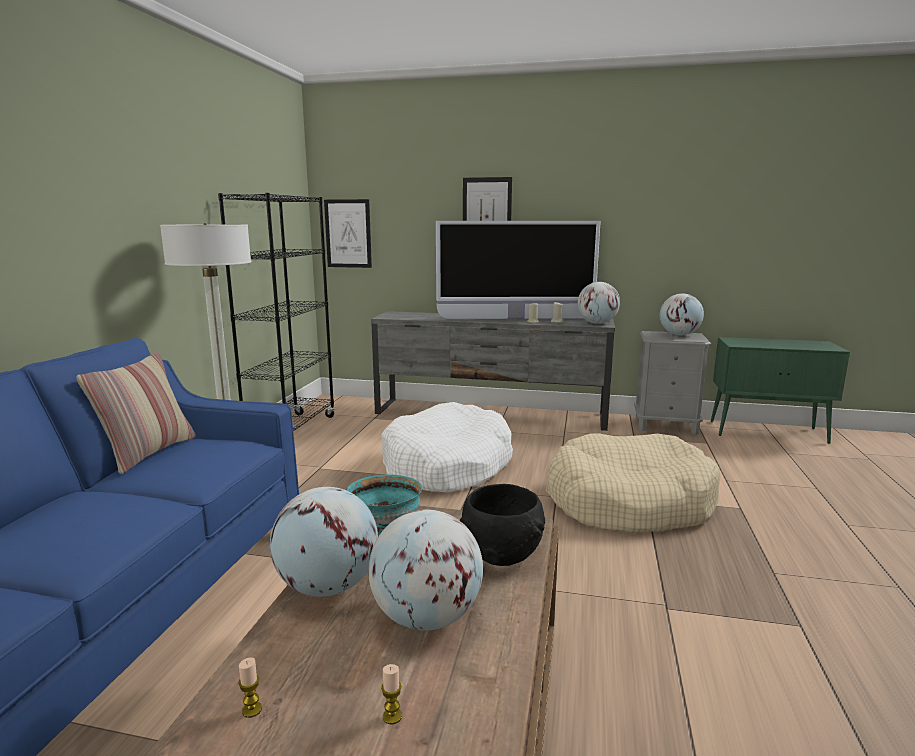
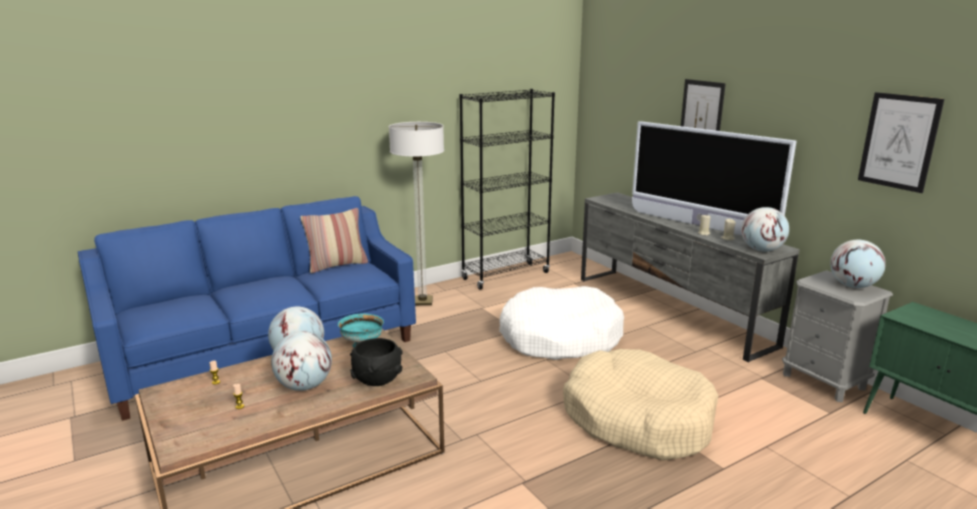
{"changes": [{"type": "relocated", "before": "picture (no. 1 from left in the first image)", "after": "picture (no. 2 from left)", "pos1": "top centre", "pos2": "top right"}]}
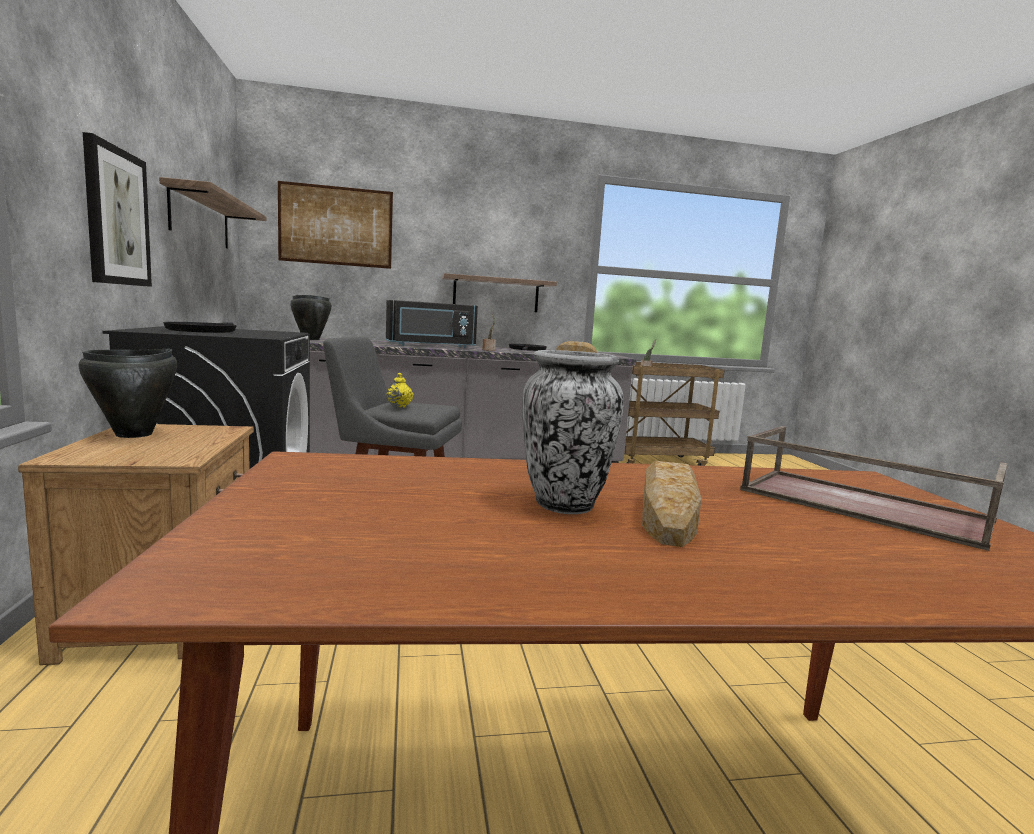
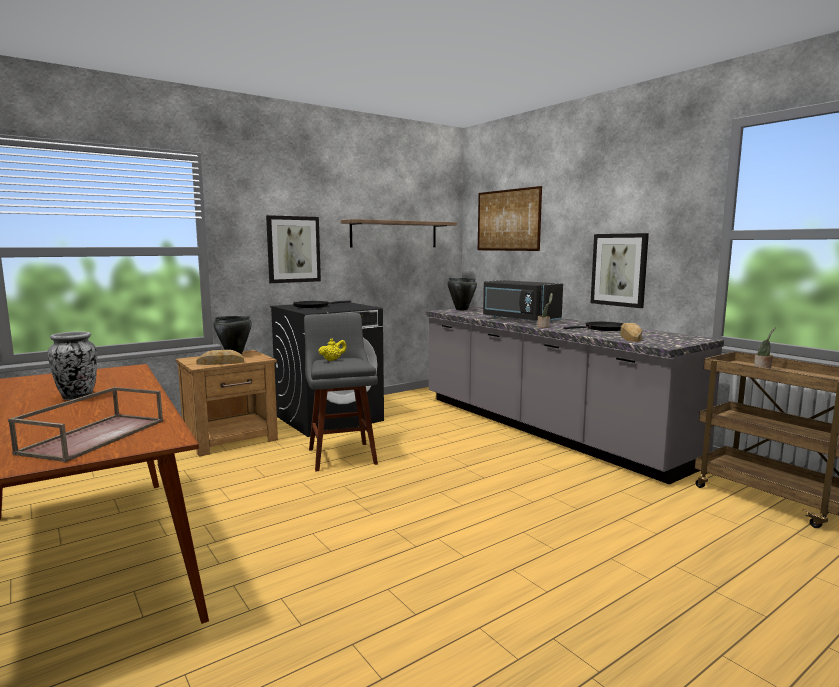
{"changes": [{"type": "exchanged", "before": "wall shelf (no. 2 from left)", "after": "picture (no. 3 from left)", "pos1": "centre", "pos2": "middle right"}, {"type": "relocated", "before": "baked bread (no. 2 from left in the first image)", "after": "baked bread (no. 1 from left)", "pos1": "centre", "pos2": "middle left"}]}
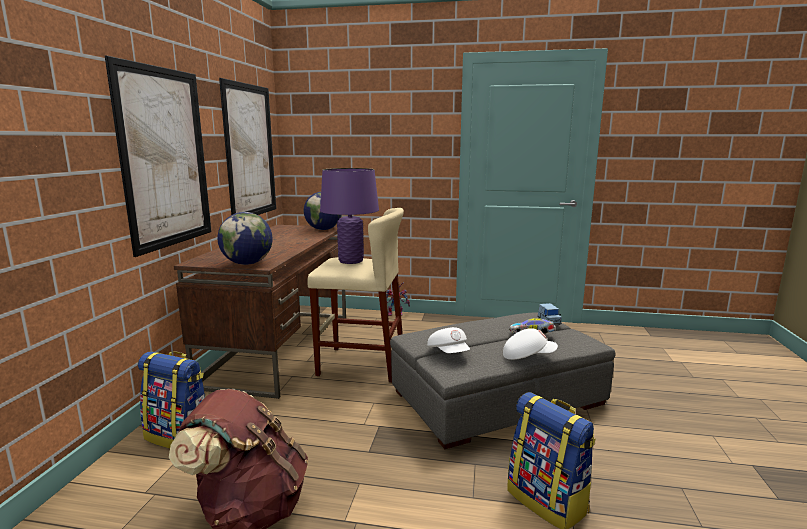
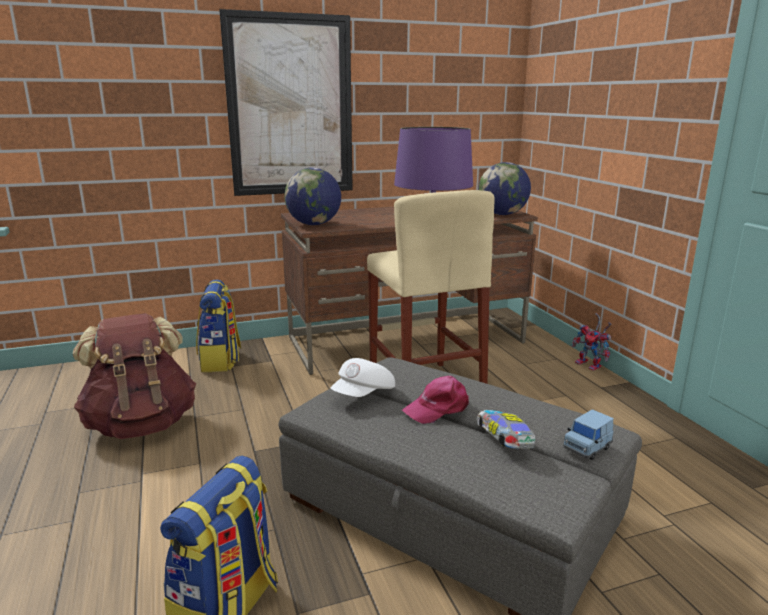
{"changes": [{"type": "missing", "before": "picture (no. 2 from left)", "pos1": "top left"}, {"type": "missing", "before": "peaked cap (white) (no. 2 from left)", "pos1": "centre"}, {"type": "appeared", "after": "peaked cap (pink)", "pos2": "centre"}]}
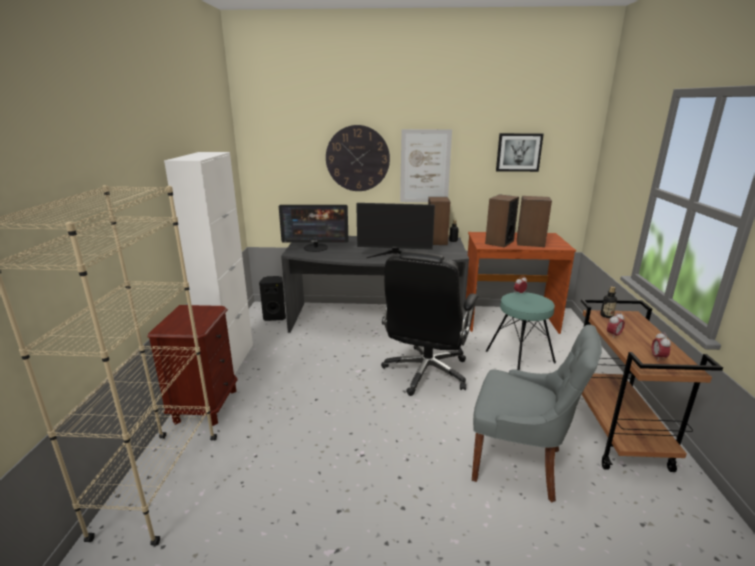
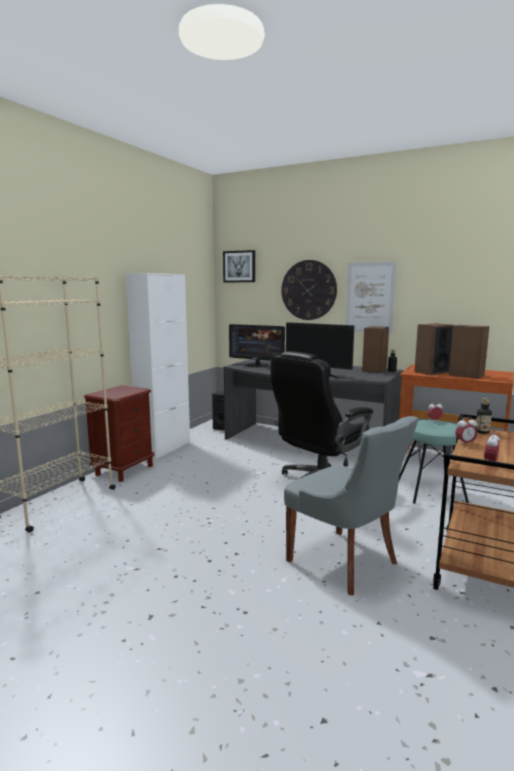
{"changes": [{"type": "relocated", "before": "picture (no. 2 from left in the first image)", "after": "picture (no. 1 from left)", "pos1": "top right", "pos2": "centre"}]}
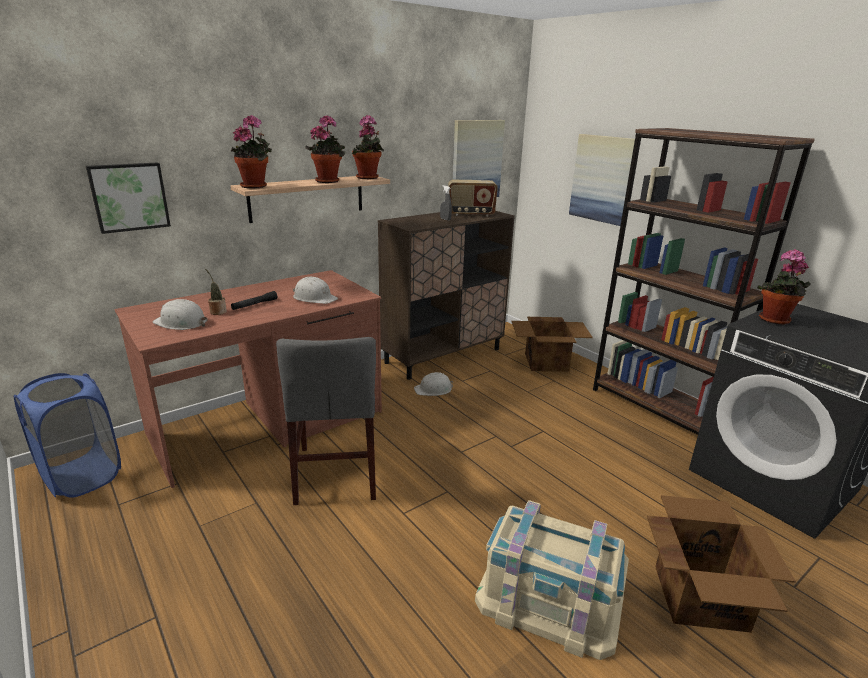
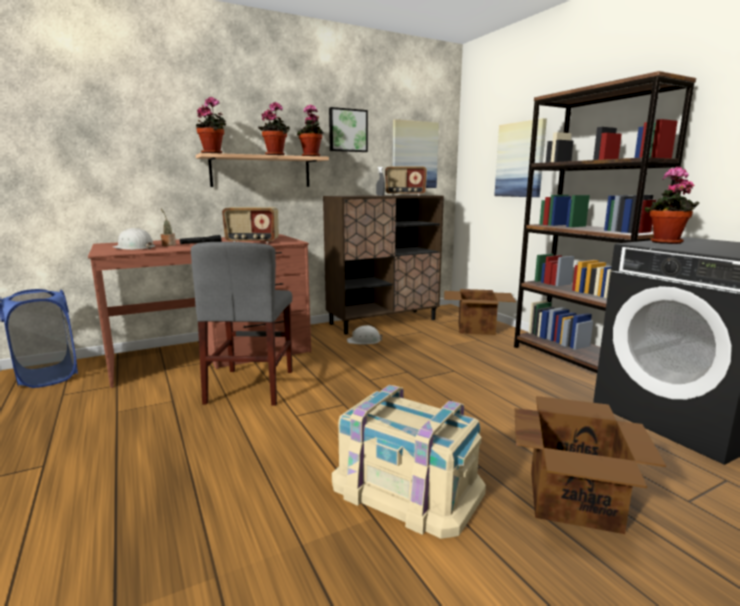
{"changes": [{"type": "relocated", "before": "picture (no. 1 from left)", "pos1": "top left", "pos2": "top centre"}, {"type": "exchanged", "before": "work helmet (white) (no. 2 from left)", "after": "radio receiver (no. 1 from left)", "pos1": "centre", "pos2": "centre"}]}
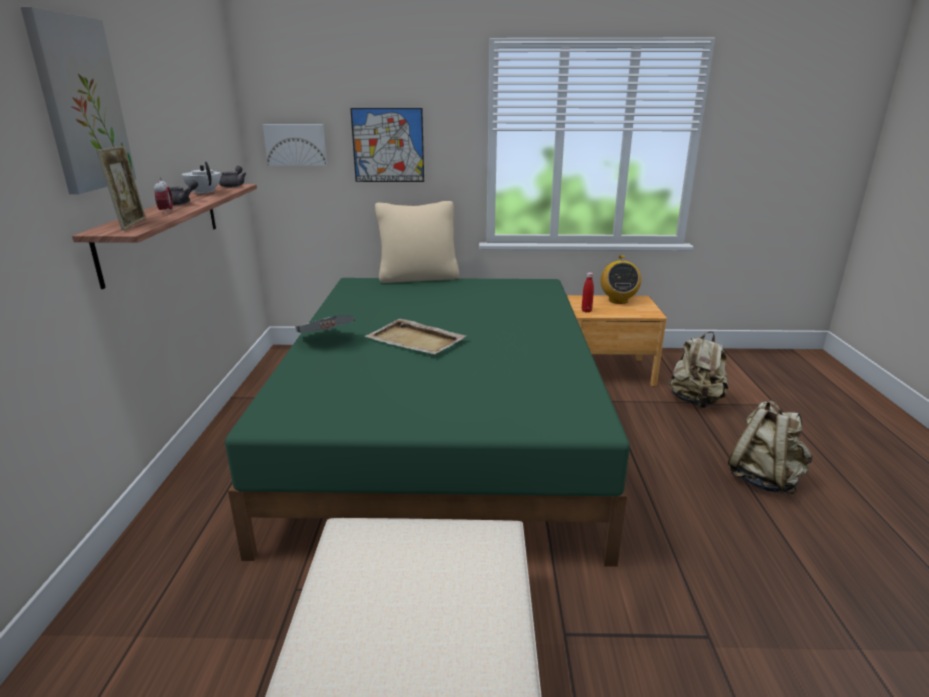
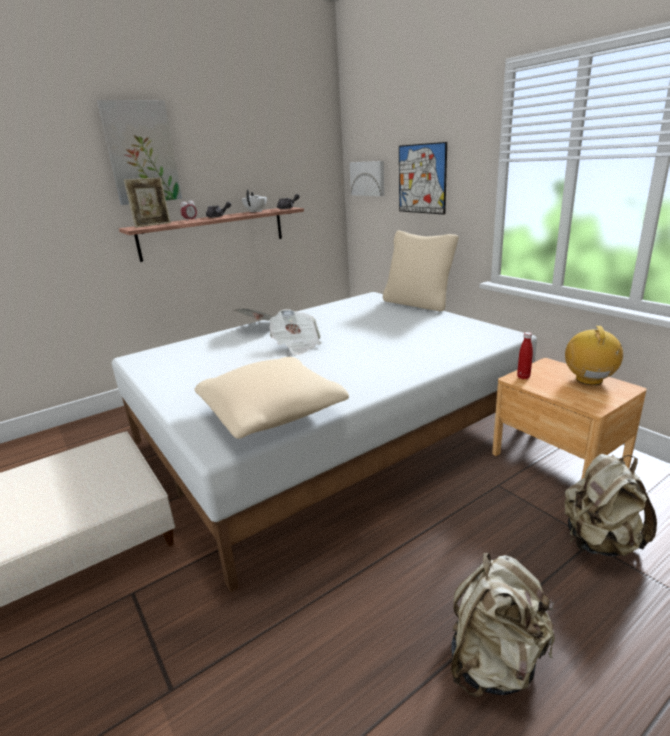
{"changes": [{"type": "colour", "before": "sleeping bed (green)", "after": "sleeping bed (white)", "pos1": "centre", "pos2": "centre"}, {"type": "exchanged", "before": "tray (beige-coloured)", "after": "printed paper (no. 2 from left)", "pos1": "centre", "pos2": "centre"}, {"type": "spun", "before": "radio receiver", "pos1": "middle right", "pos2": "middle right", "turn": 135}, {"type": "appeared", "after": "pillow (beige-coloured) (no. 1 from left)", "pos2": "centre"}]}
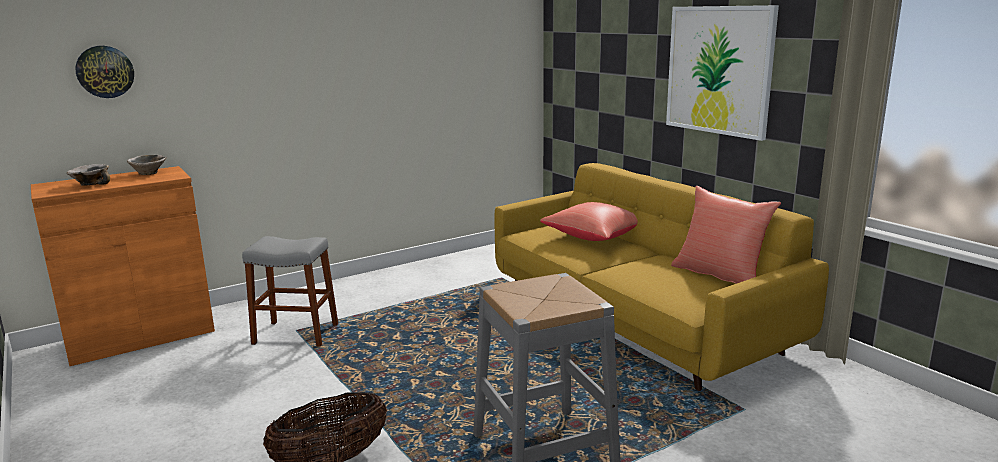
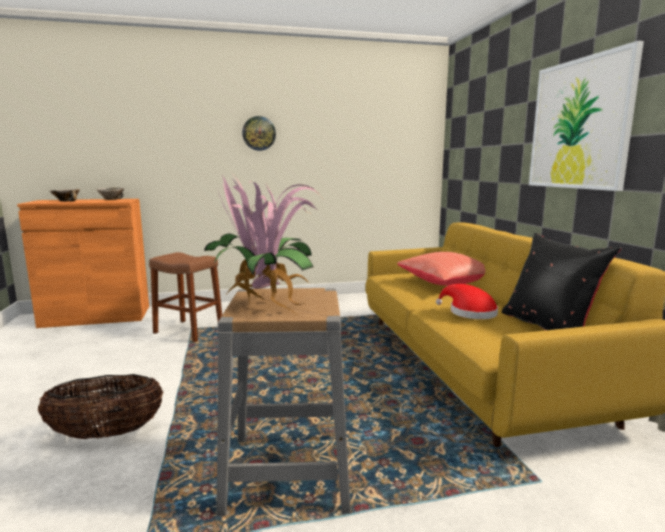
{"changes": [{"type": "relocated", "before": "wall clock", "pos1": "top left", "pos2": "top centre"}, {"type": "colour", "before": "stool seat (greyish) (no. 1 from left)", "after": "stool seat (brown-coloured)", "pos1": "middle left", "pos2": "middle left"}, {"type": "colour", "before": "pillow (reddish) (no. 2 from left)", "after": "pillow (blackish)", "pos1": "middle right", "pos2": "middle right"}, {"type": "appeared", "after": "houseplant", "pos2": "centre"}, {"type": "appeared", "after": "wearable hat (reddish)", "pos2": "middle right"}]}
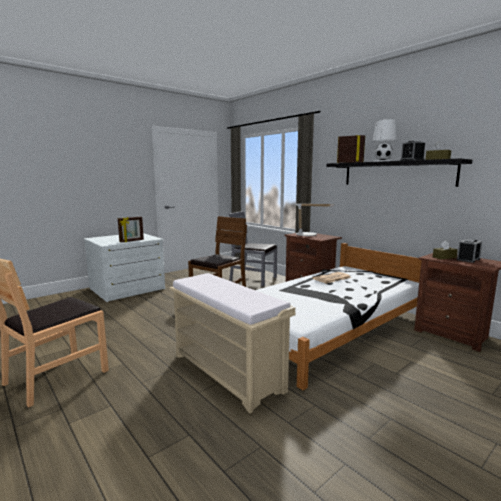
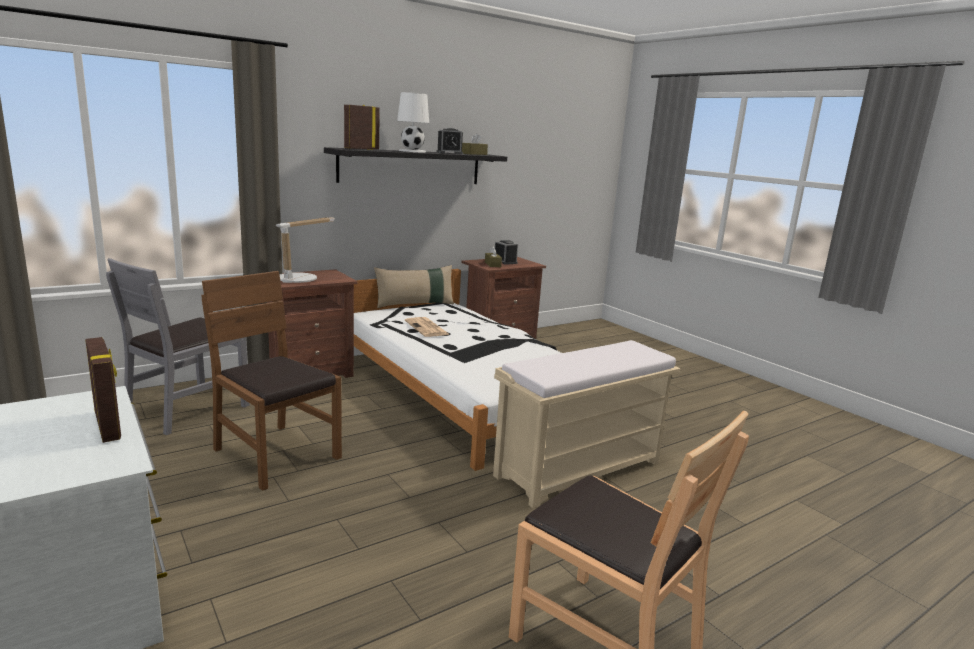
{"changes": [{"type": "appeared", "after": "pillow (beige-coloured)", "pos2": "centre"}]}
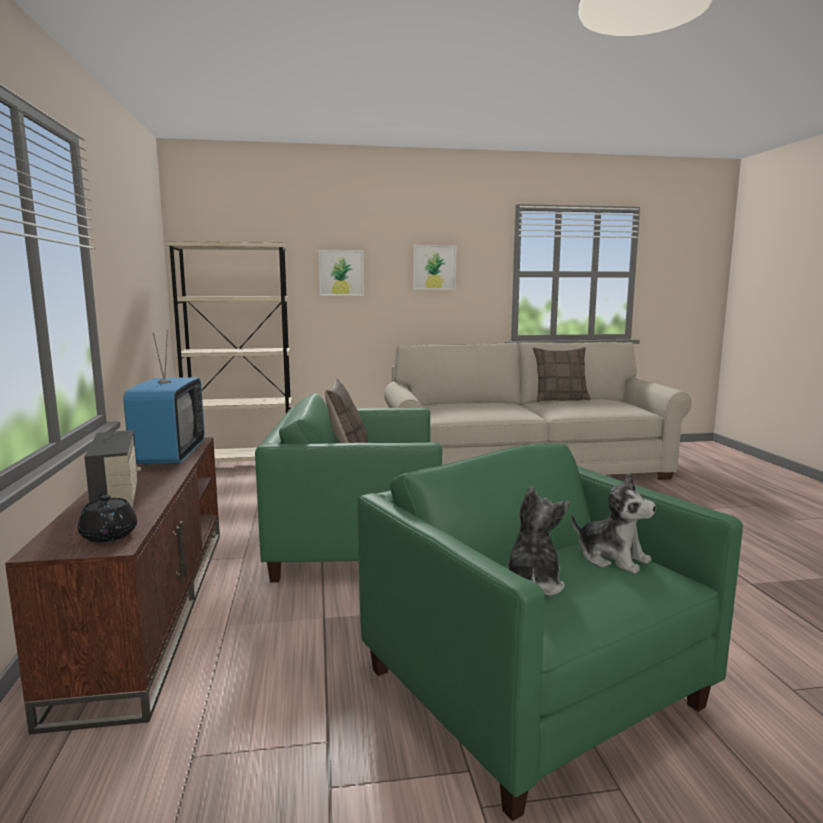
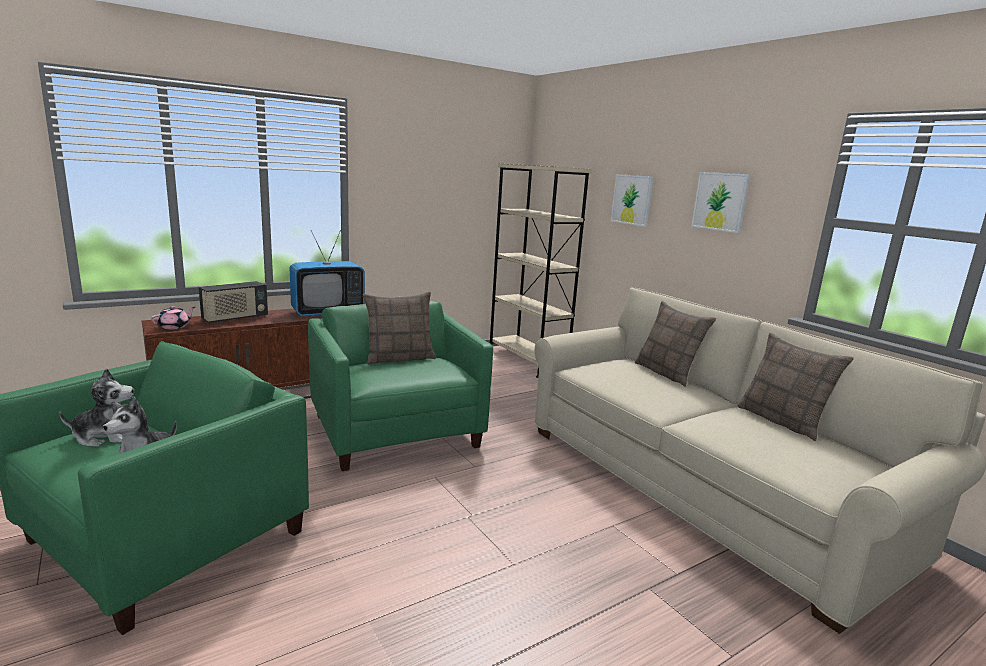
{"changes": [{"type": "colour", "before": "pot for tea (blackish)", "after": "pot for tea (pink)", "pos1": "middle left", "pos2": "middle left"}, {"type": "appeared", "after": "pillow (no. 2 from left)", "pos2": "middle right"}]}
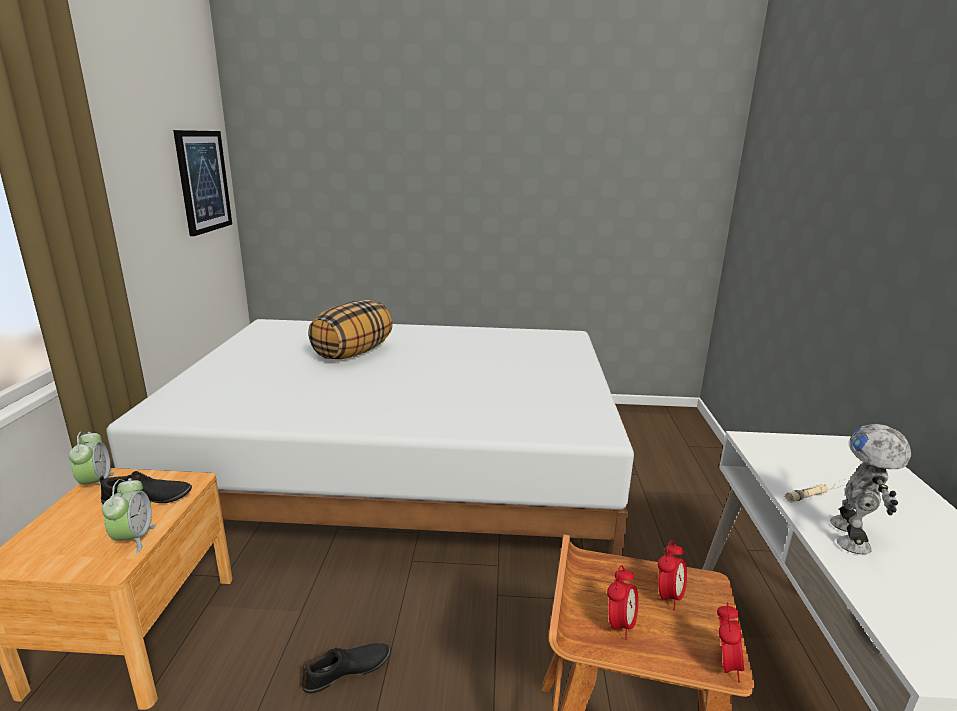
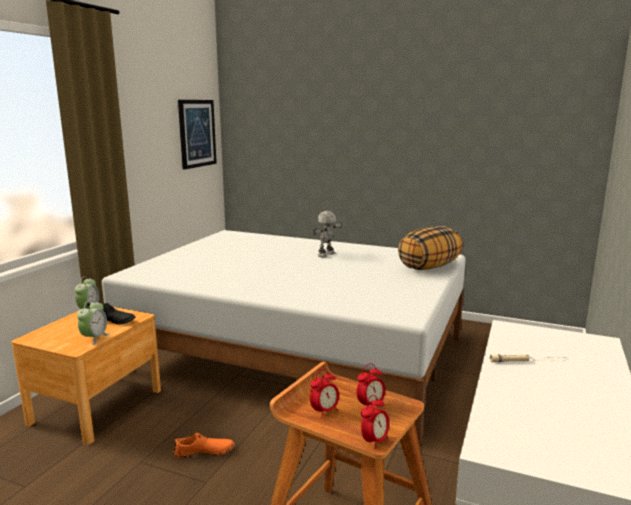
{"changes": [{"type": "colour", "before": "low shoe (blackish) (no. 2 from left)", "after": "low shoe (orangey)", "pos1": "bottom centre", "pos2": "bottom left"}, {"type": "relocated", "before": "pillow", "pos1": "centre", "pos2": "middle right"}, {"type": "relocated", "before": "model robot", "pos1": "bottom right", "pos2": "centre"}]}
